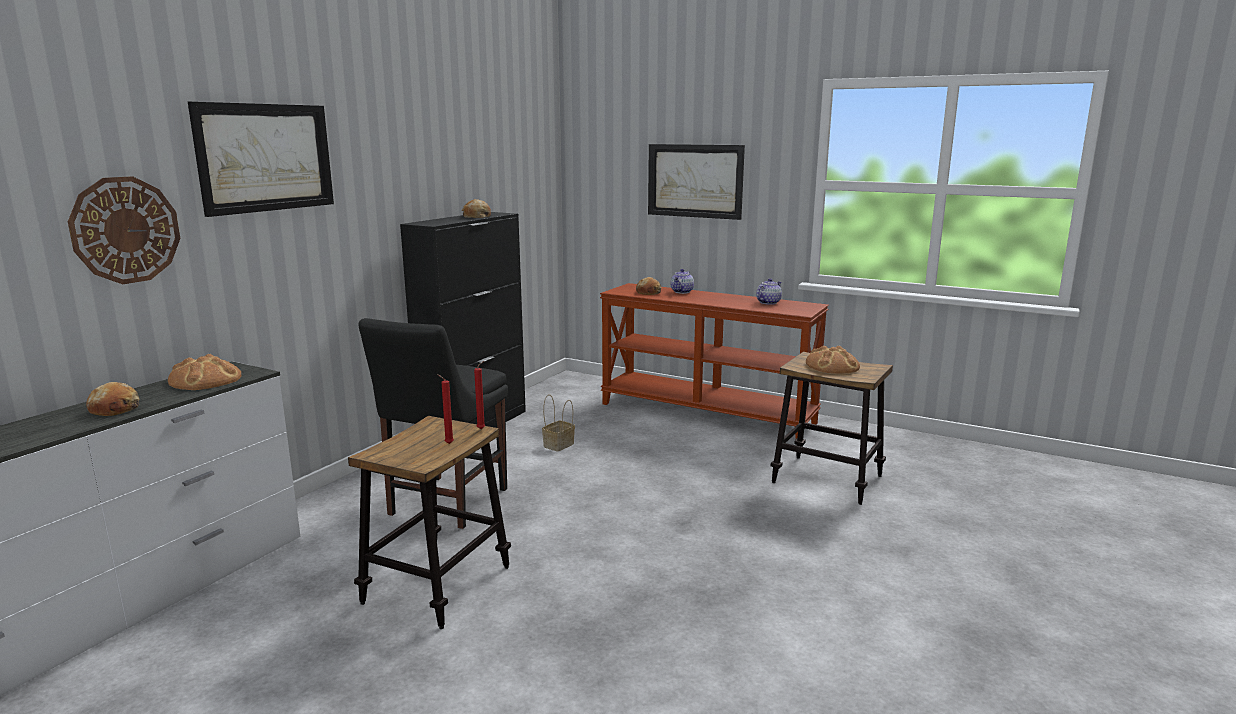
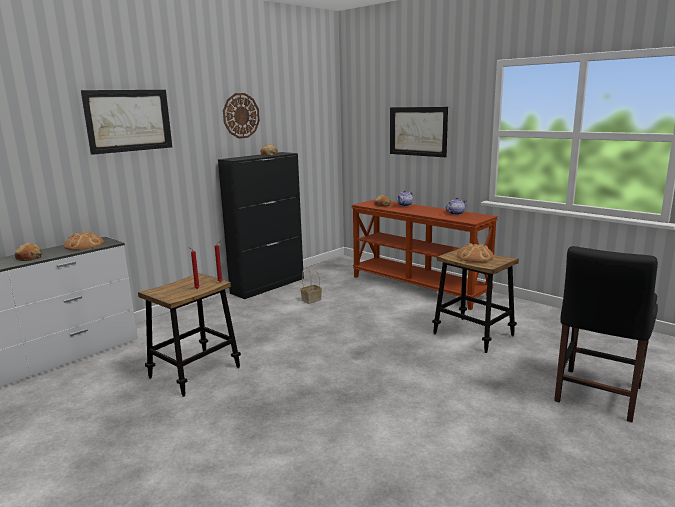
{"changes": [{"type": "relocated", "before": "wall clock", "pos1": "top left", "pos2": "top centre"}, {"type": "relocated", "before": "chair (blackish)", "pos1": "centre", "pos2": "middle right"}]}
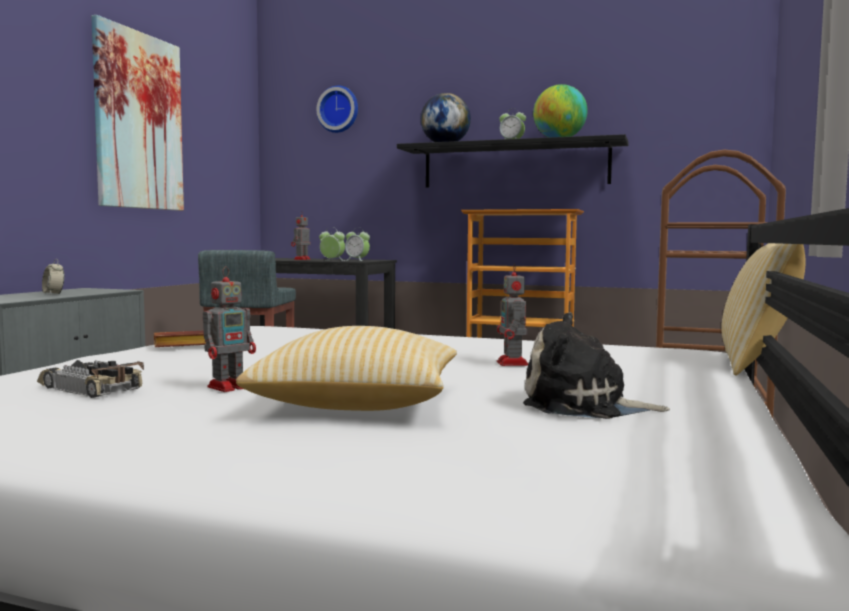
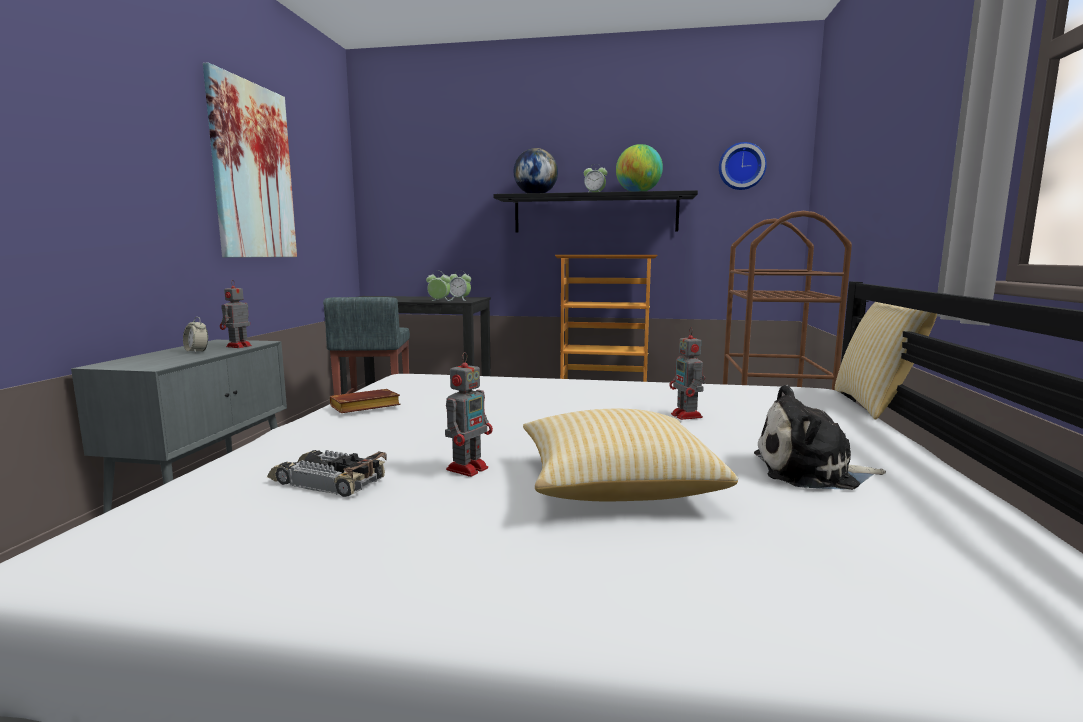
{"changes": [{"type": "relocated", "before": "model robot (no. 2 from left in the first image)", "after": "model robot (no. 1 from left)", "pos1": "centre", "pos2": "middle left"}, {"type": "relocated", "before": "wall clock", "pos1": "top centre", "pos2": "top right"}]}
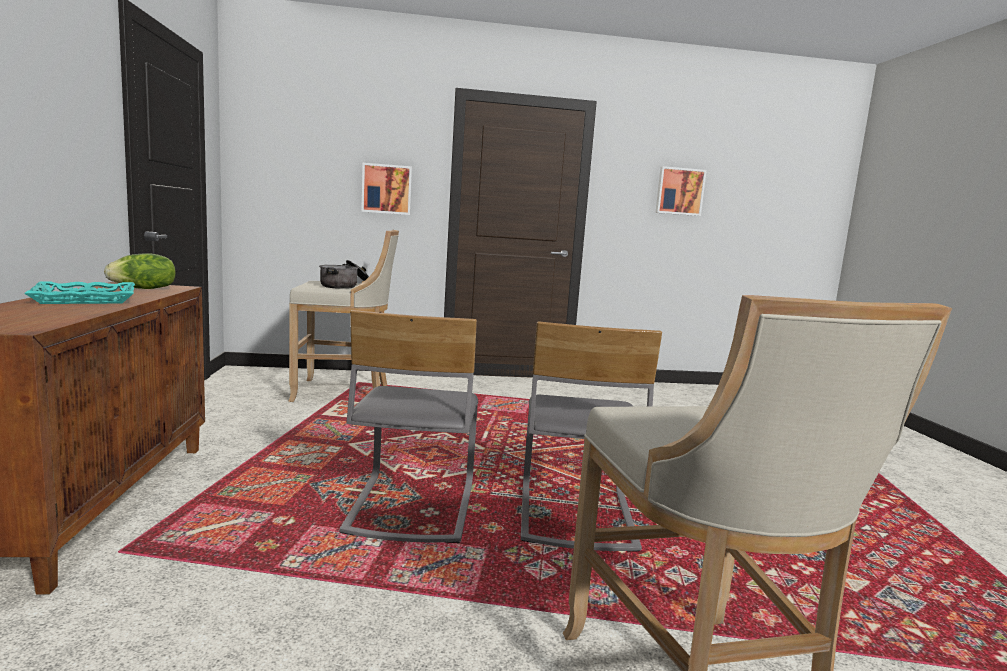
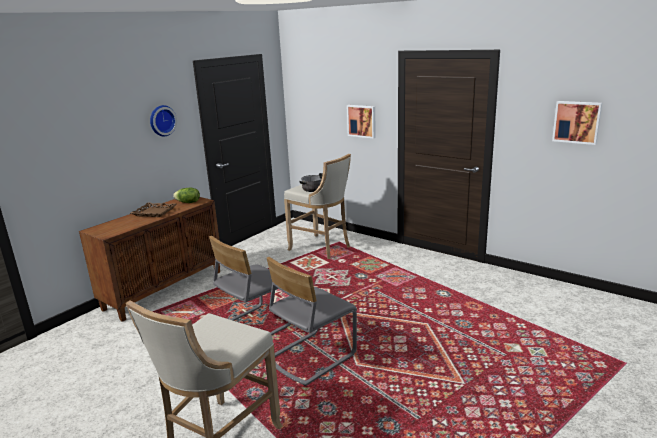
{"changes": [{"type": "colour", "before": "tray (turquoise)", "after": "tray (brown-coloured)", "pos1": "middle left", "pos2": "middle left"}, {"type": "appeared", "after": "wall clock", "pos2": "top left"}]}
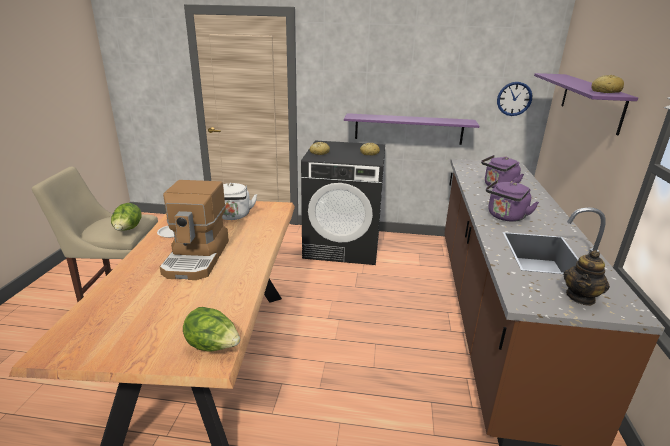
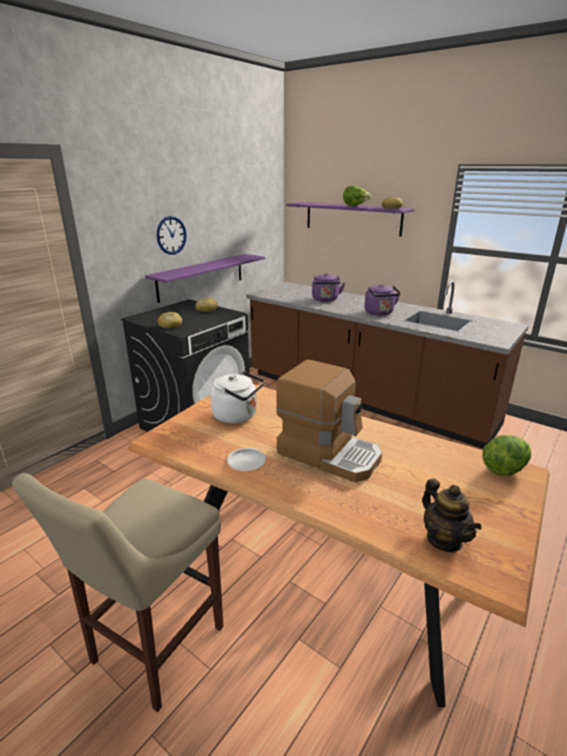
{"changes": [{"type": "relocated", "before": "lettuce head (no. 1 from left)", "pos1": "middle left", "pos2": "top centre"}, {"type": "relocated", "before": "wall clock", "pos1": "top right", "pos2": "top left"}, {"type": "relocated", "before": "pot for tea", "pos1": "middle right", "pos2": "bottom right"}]}
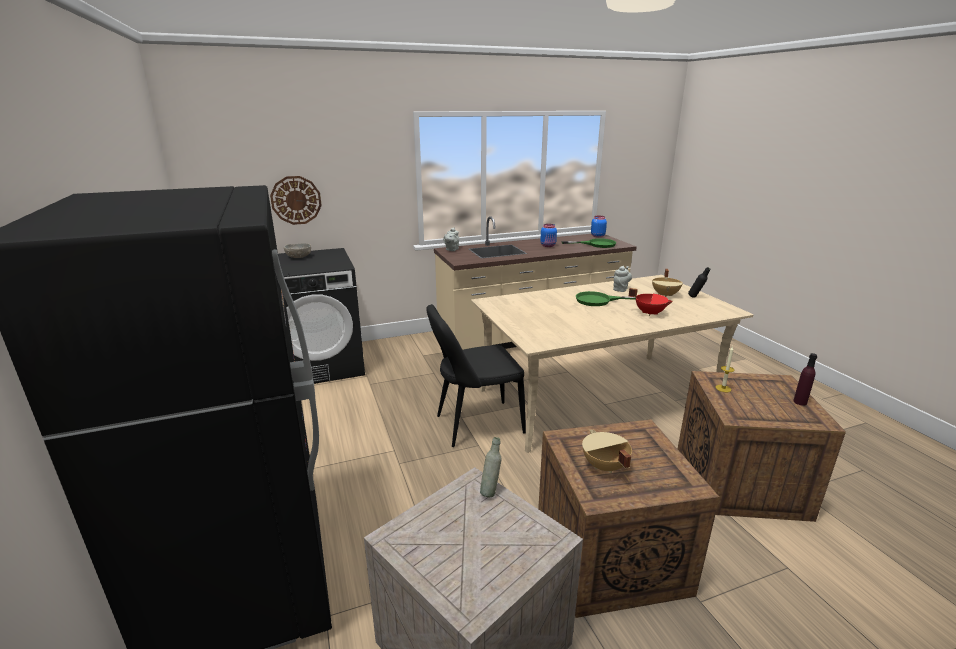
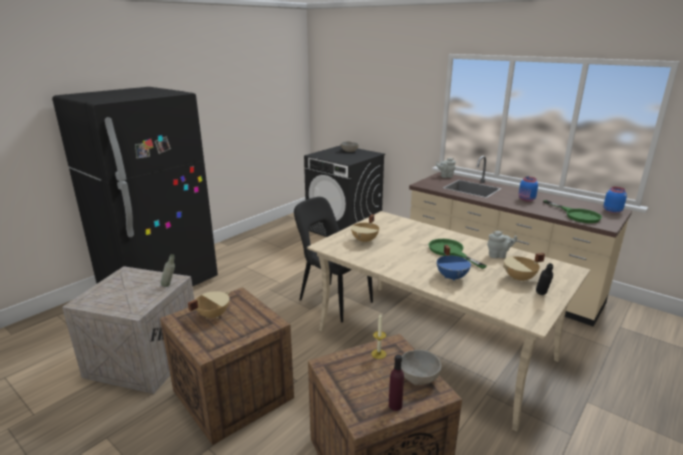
{"changes": [{"type": "missing", "before": "wall clock", "pos1": "top left"}, {"type": "colour", "before": "cooking pot (reddish)", "after": "cooking pot (blue-coloured)", "pos1": "middle right", "pos2": "centre"}, {"type": "appeared", "after": "cooking pot (beige-coloured) (no. 2 from left)", "pos2": "centre"}, {"type": "appeared", "after": "serving bowl (greyish) (no. 2 from left)", "pos2": "bottom centre"}]}
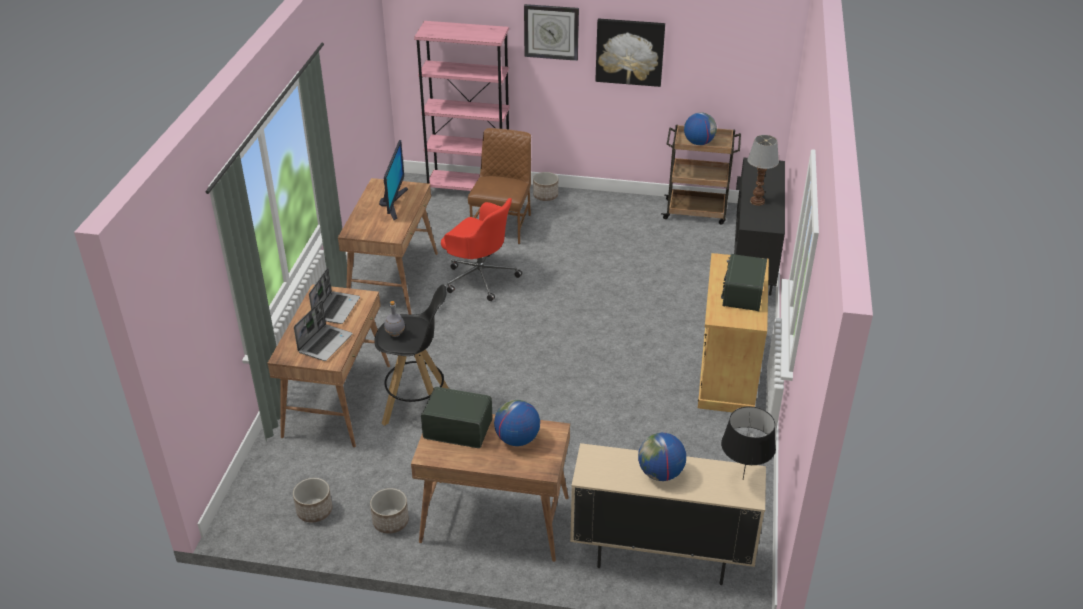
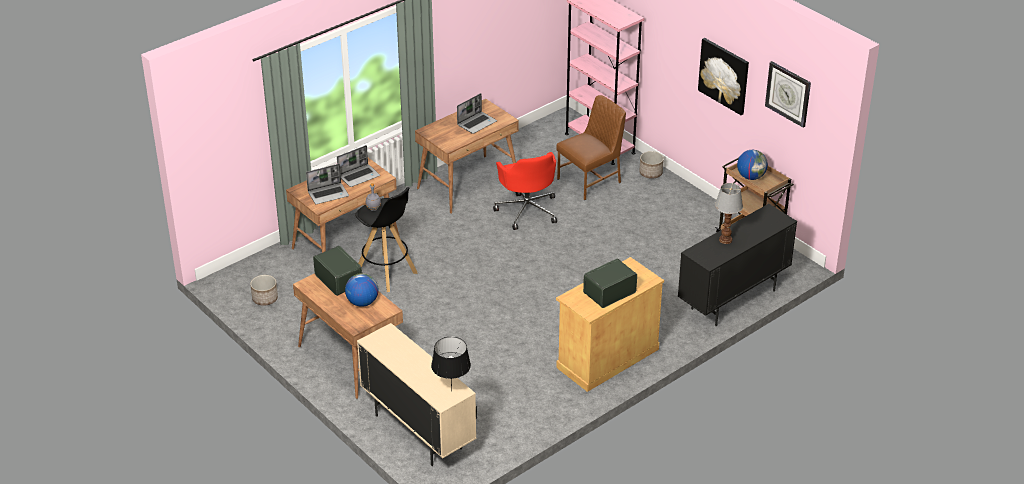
{"changes": [{"type": "missing", "before": "flower pot (no. 2 from left)", "pos1": "bottom centre"}, {"type": "exchanged", "before": "computer screen", "after": "portable computer (no. 3 from left)", "pos1": "top centre", "pos2": "top centre"}, {"type": "relocated", "before": "wall clock", "pos1": "top centre", "pos2": "top right"}, {"type": "missing", "before": "world globe (no. 2 from left)", "pos1": "bottom centre"}]}
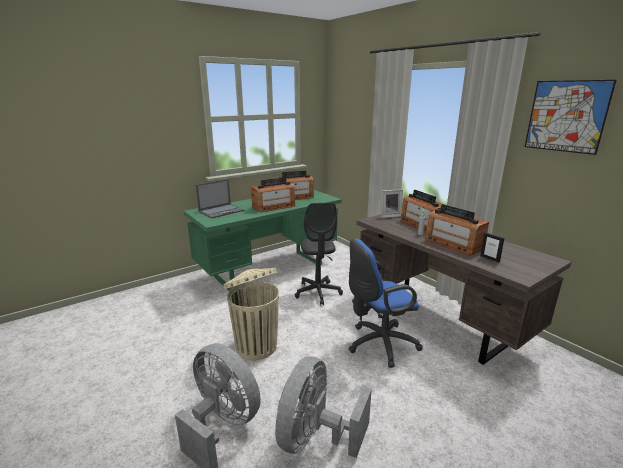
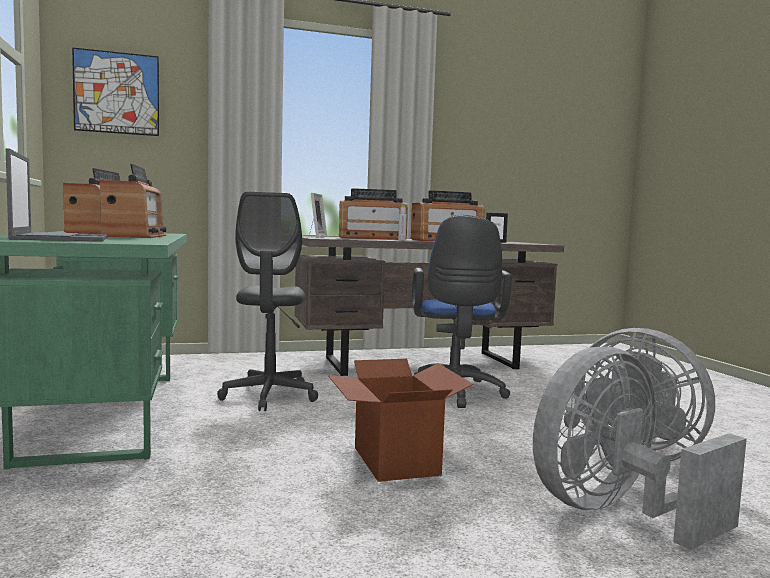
{"changes": [{"type": "exchanged", "before": "waste bin (beige-coloured)", "after": "carton", "pos1": "bottom centre", "pos2": "bottom centre"}, {"type": "spun", "before": "computer chair (greyish)", "pos1": "centre", "pos2": "centre", "turn": 75}, {"type": "relocated", "before": "picture", "pos1": "top right", "pos2": "top left"}]}
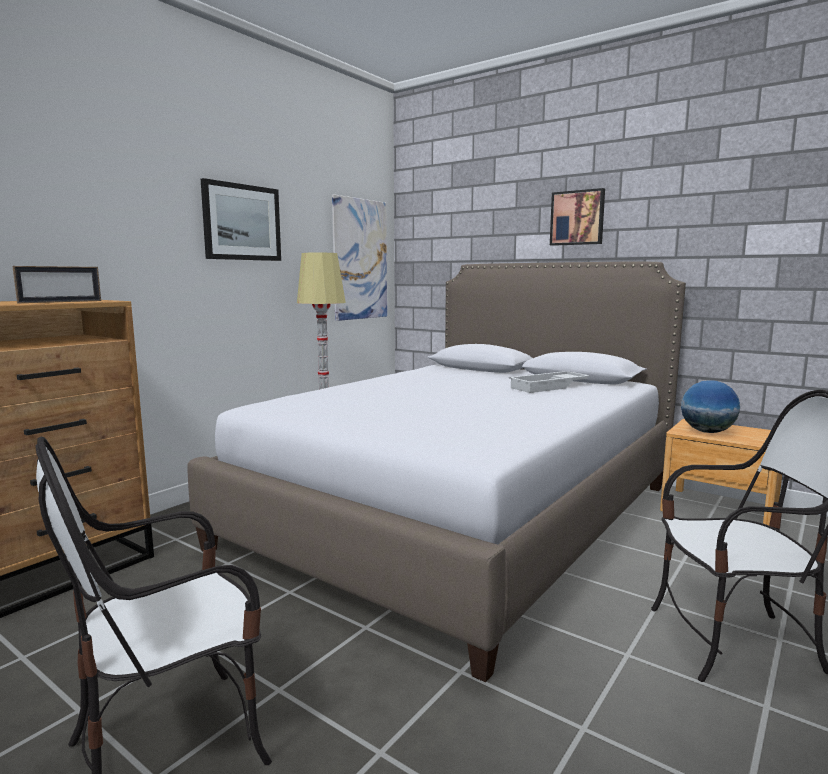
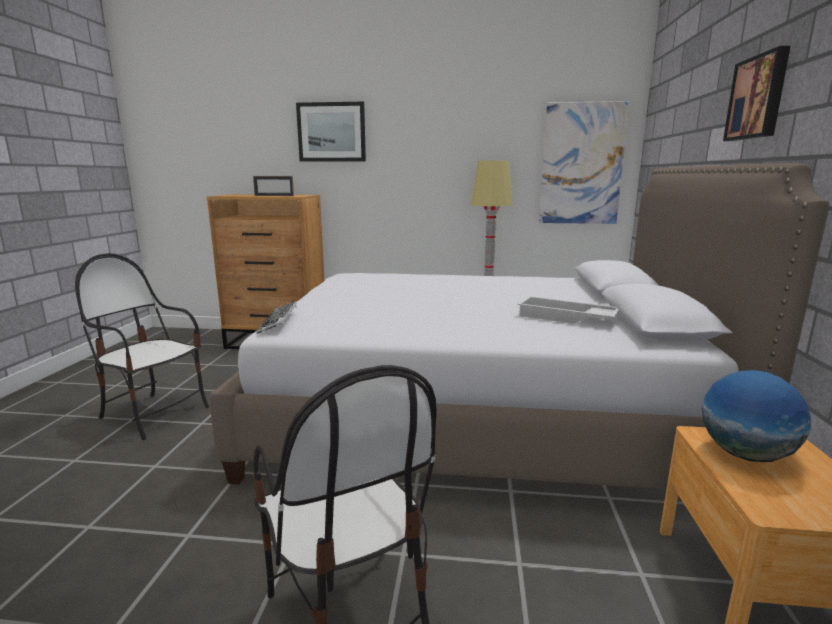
{"changes": [{"type": "relocated", "before": "picture (no. 1 from left)", "pos1": "top left", "pos2": "top centre"}, {"type": "appeared", "after": "PC keyboard", "pos2": "middle left"}]}
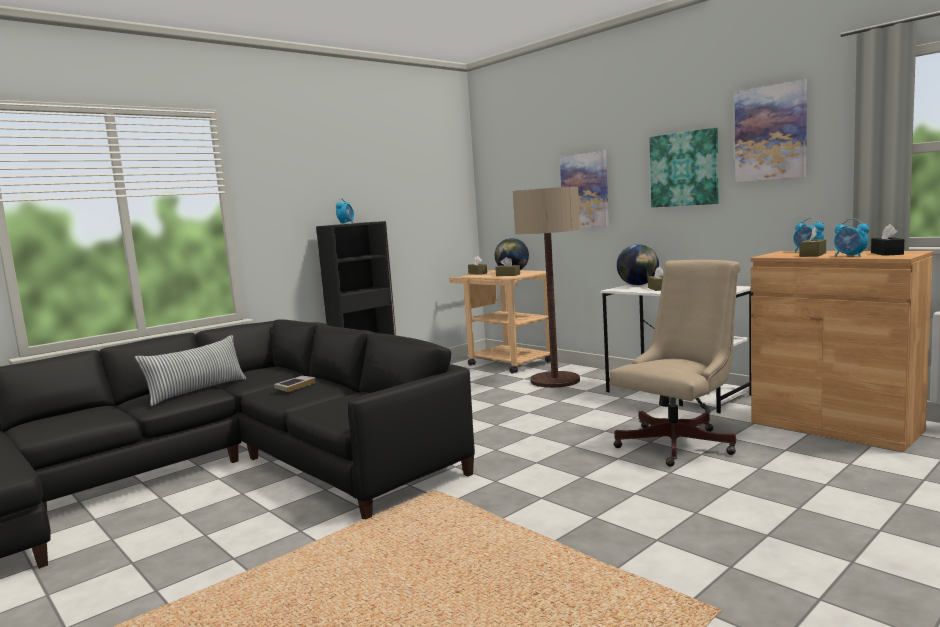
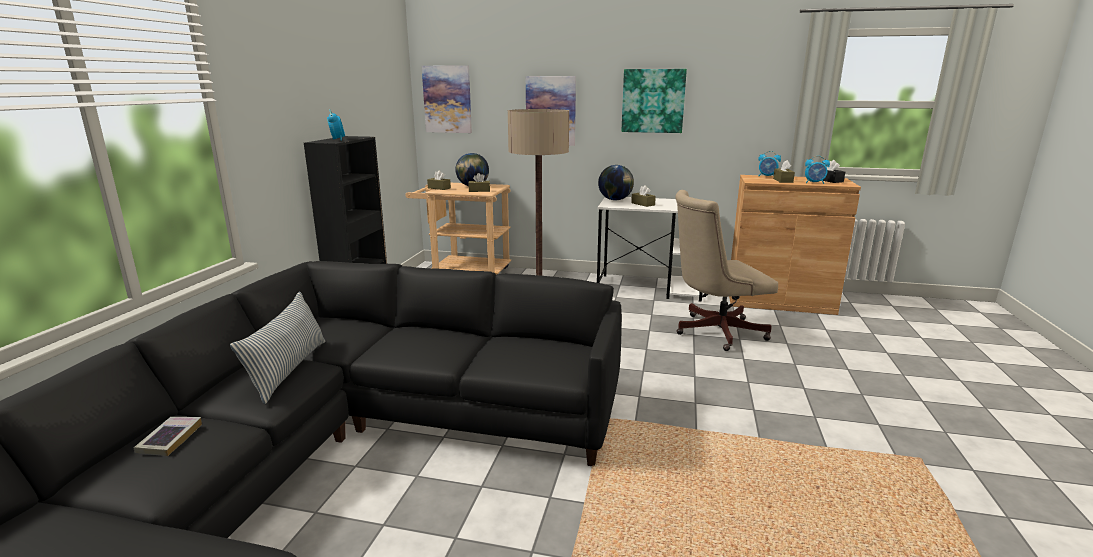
{"changes": [{"type": "relocated", "before": "bound book", "pos1": "middle left", "pos2": "bottom left"}, {"type": "spun", "before": "computer chair (beige-coloured)", "pos1": "middle right", "pos2": "centre", "turn": -120}, {"type": "relocated", "before": "picture (no. 3 from left in the first image)", "after": "picture (no. 1 from left)", "pos1": "top right", "pos2": "top centre"}]}
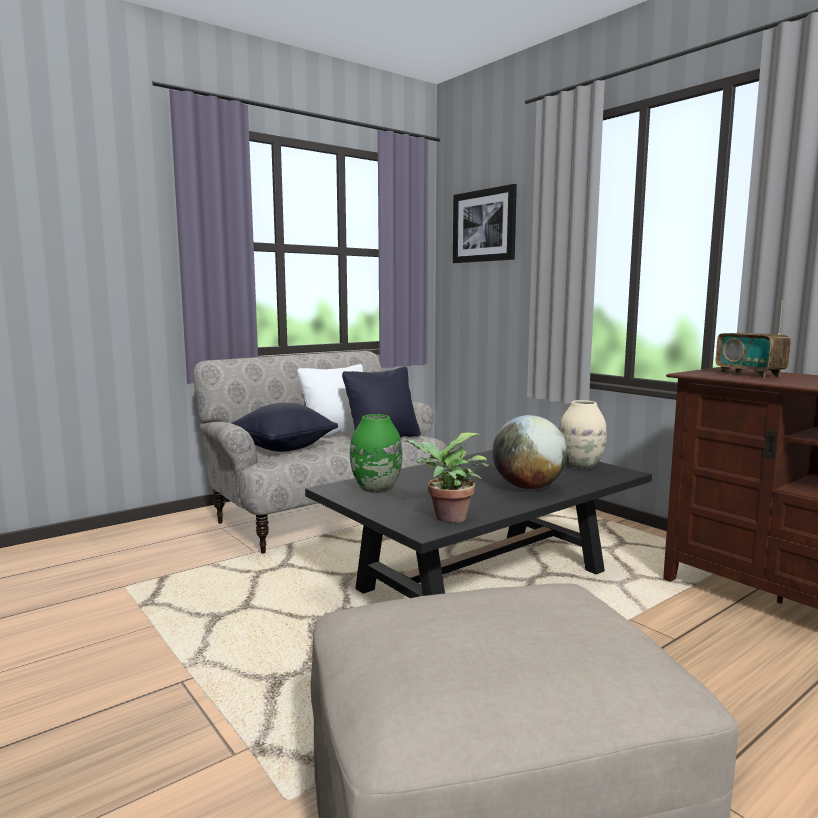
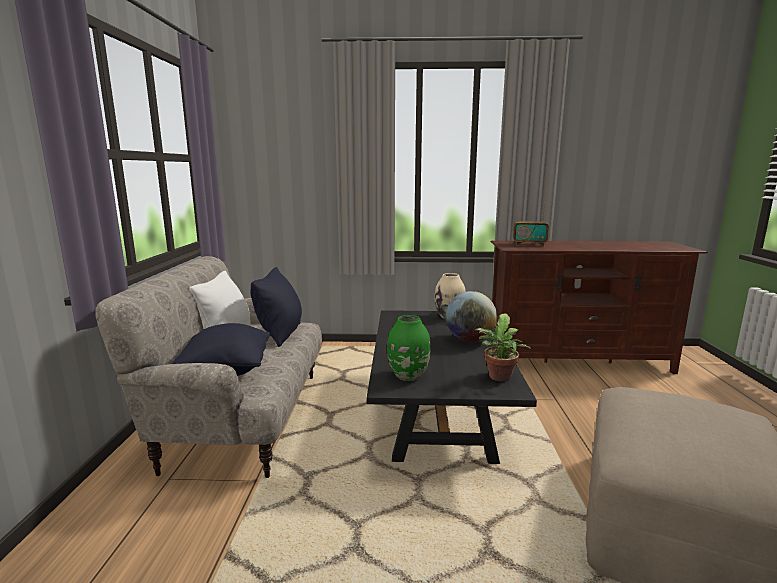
{"changes": [{"type": "missing", "before": "picture", "pos1": "top centre"}]}
